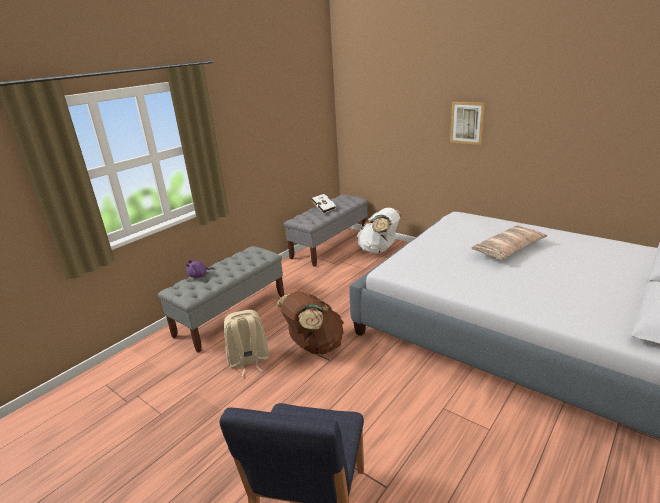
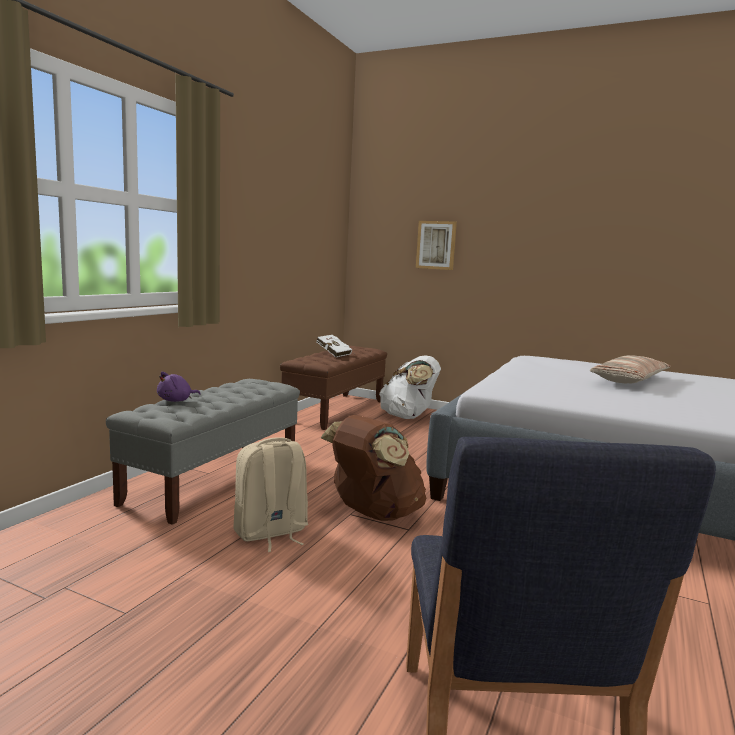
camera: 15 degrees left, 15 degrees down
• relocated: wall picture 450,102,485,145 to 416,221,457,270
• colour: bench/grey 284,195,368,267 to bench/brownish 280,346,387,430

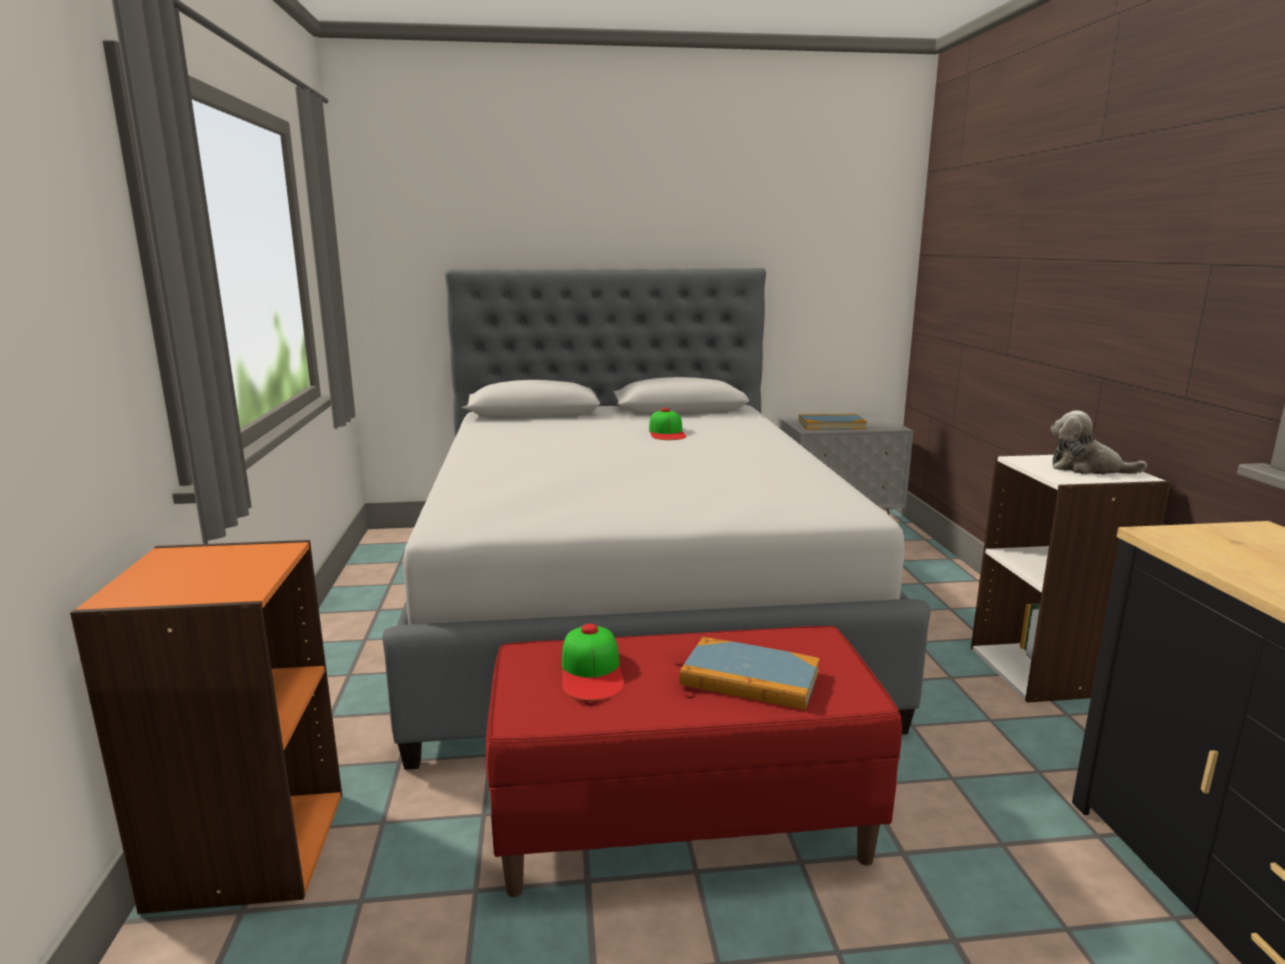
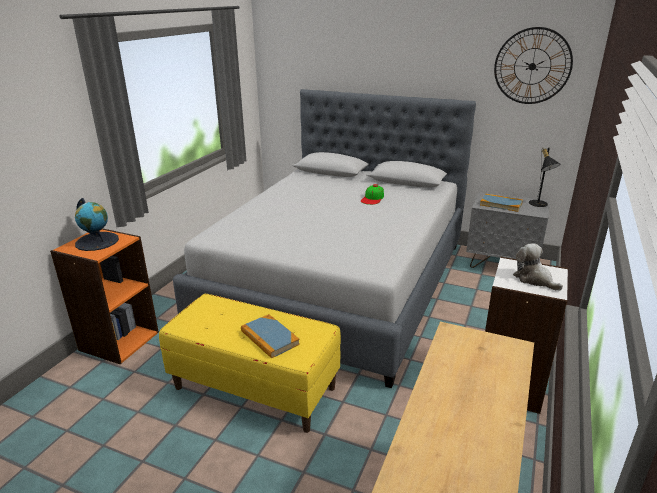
camera: 30 degrees right, 10 degrees up
• missing: cap 562,624,624,701
• appeared: desk globe 75,198,119,251
• appeared: clock on the wall 494,27,573,104
• appeared: lamp for a table/black 529,147,560,207
• colour: bench/reddish 486,626,902,897 to bench/yellow-coloured 159,294,341,433

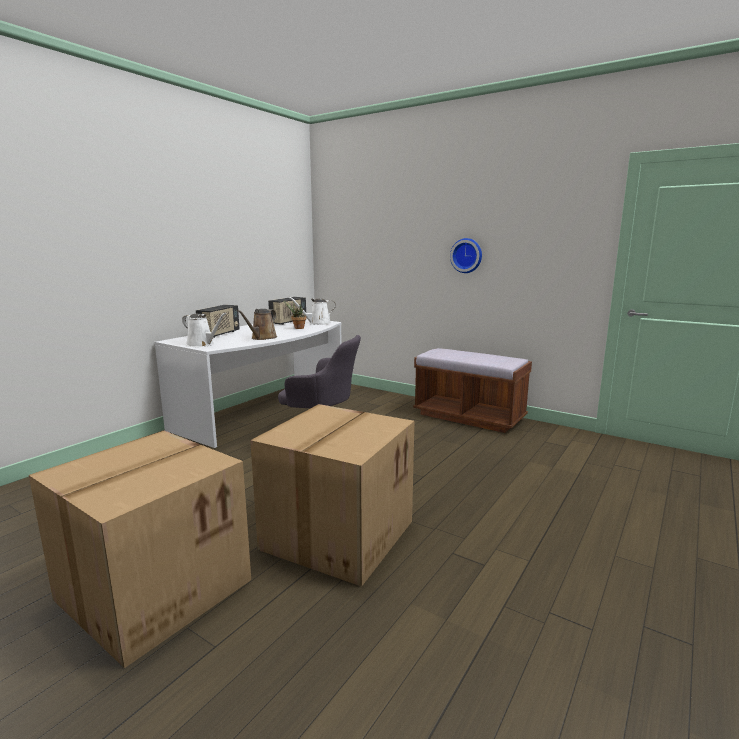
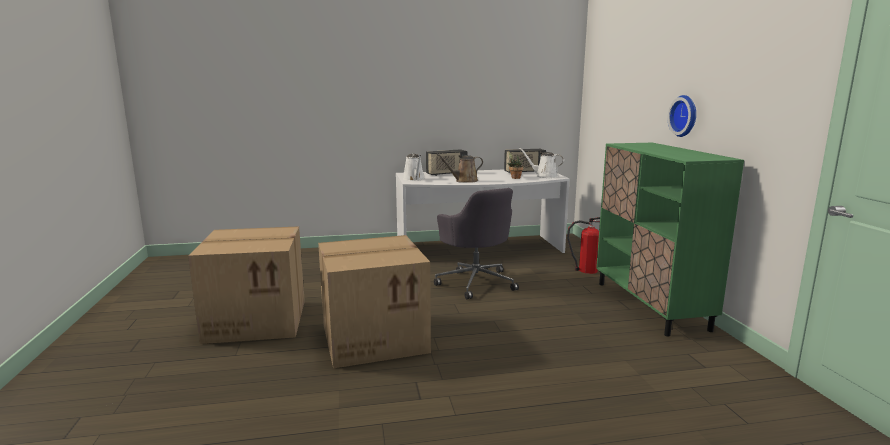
camera: 45 degrees right, 0 degrees up
• appeared: extinguisher 567,217,600,274
• exchanged: bench/brownish 413,348,532,433 to cupboard/green 596,143,744,336

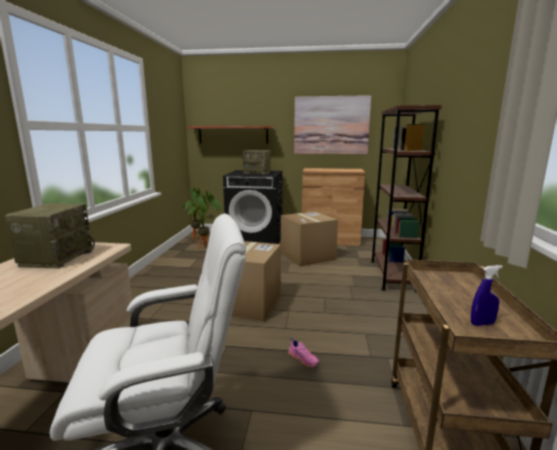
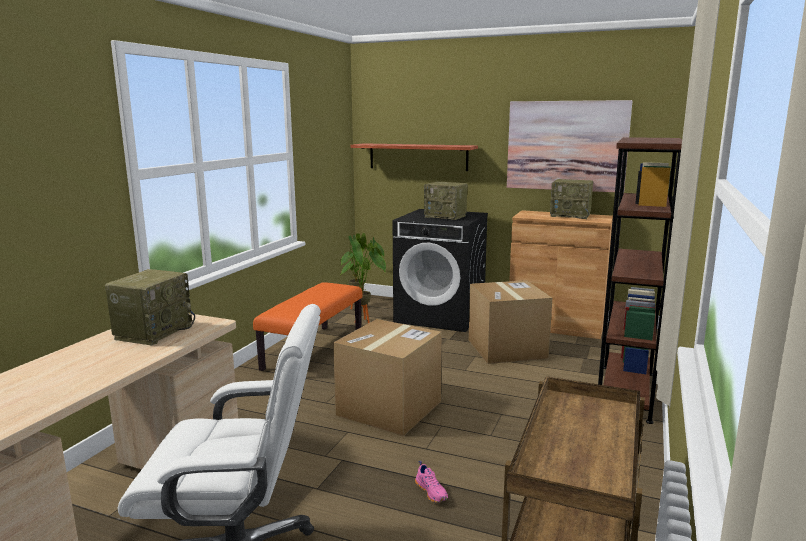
camera: 15 degrees right, 0 degrees up
• missing: sprayer/blue 471,265,503,326
• appeared: bench/orange 253,282,362,371
• appeared: radio set 550,179,593,219

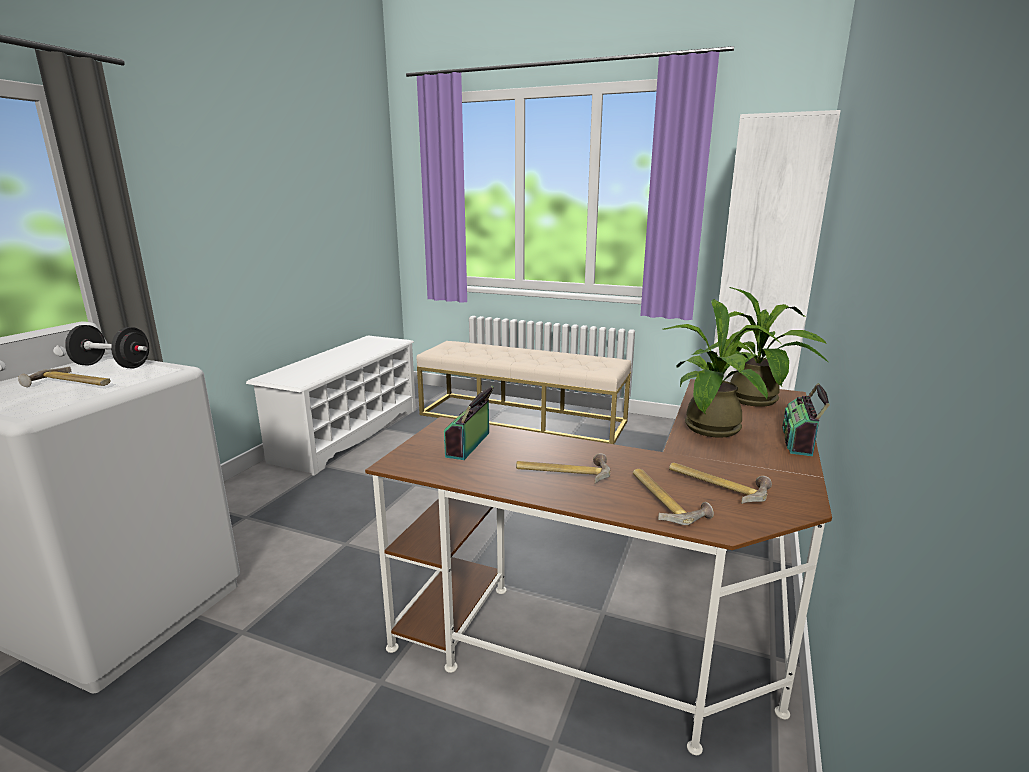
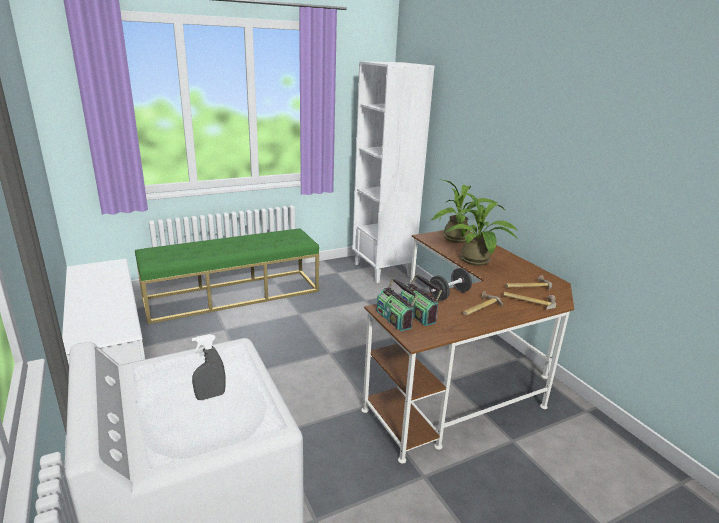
camera: 50 degrees left, 5 degrees up
• relocated: dumbbell/black 65,325,149,368 to 429,268,472,301
• relocated: radio set 782,383,830,456 to 377,278,418,332
• exchanged: hand hammer 18,366,110,387 to sprayer/grey 192,334,225,400
• colour: bench/beige 417,341,631,444 to bench/green 135,228,319,324

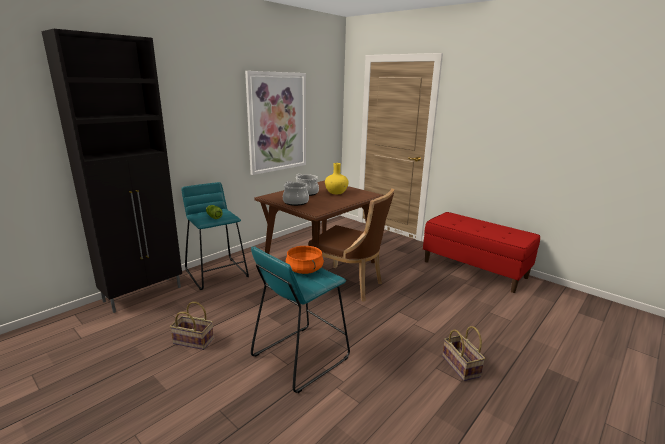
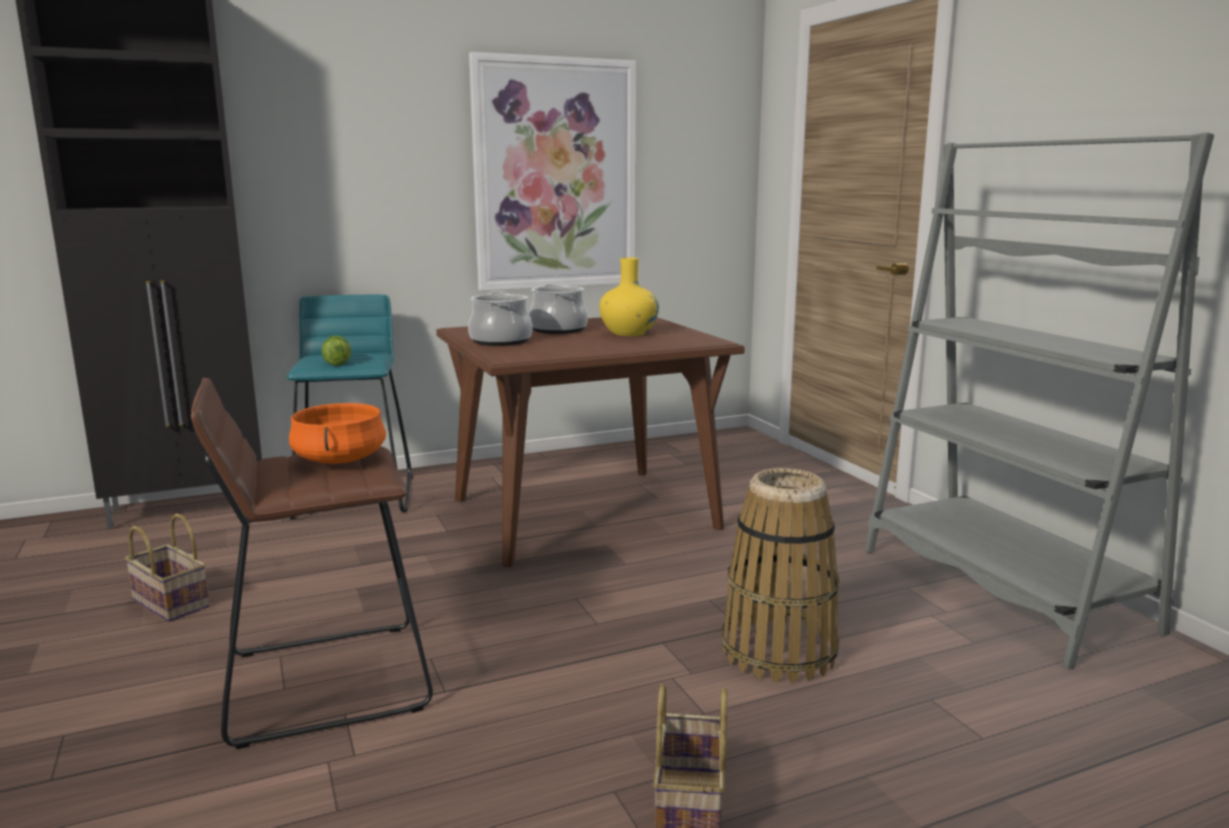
camera: 25 degrees right, 5 degrees down
• missing: upright chair/brownish 308,189,395,302
• appeared: basket 721,468,839,683
• exchanged: bench/reddish 423,212,540,293 to bookshelf/grey 865,133,1214,669
• colour: stool seat/turquoise 251,247,350,393 to stool seat/brownish 191,378,433,749

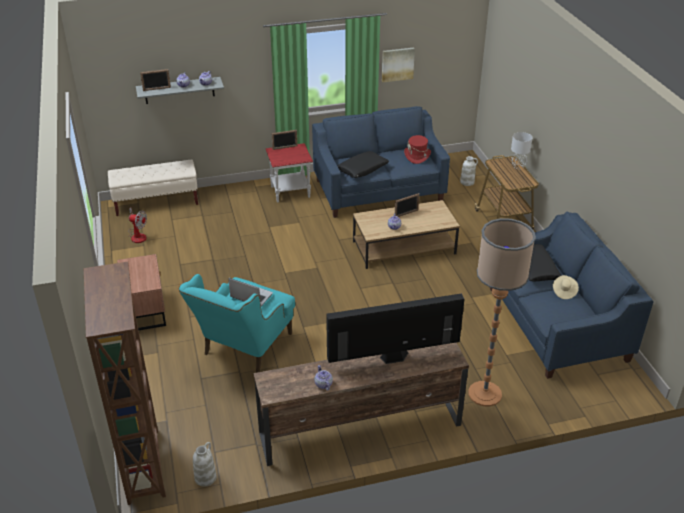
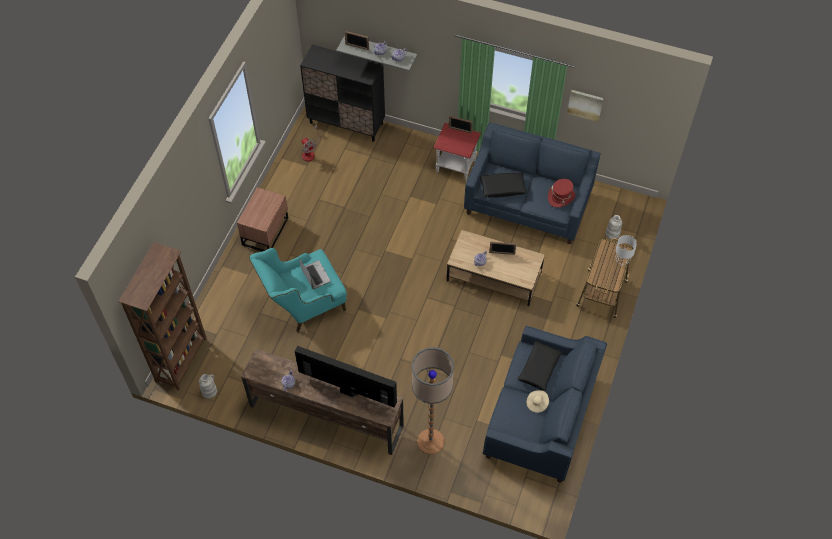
camera: 35 degrees right, 20 degrees up
• exchanged: bench/beige 108,160,198,216 to cupboard/black 300,45,385,142

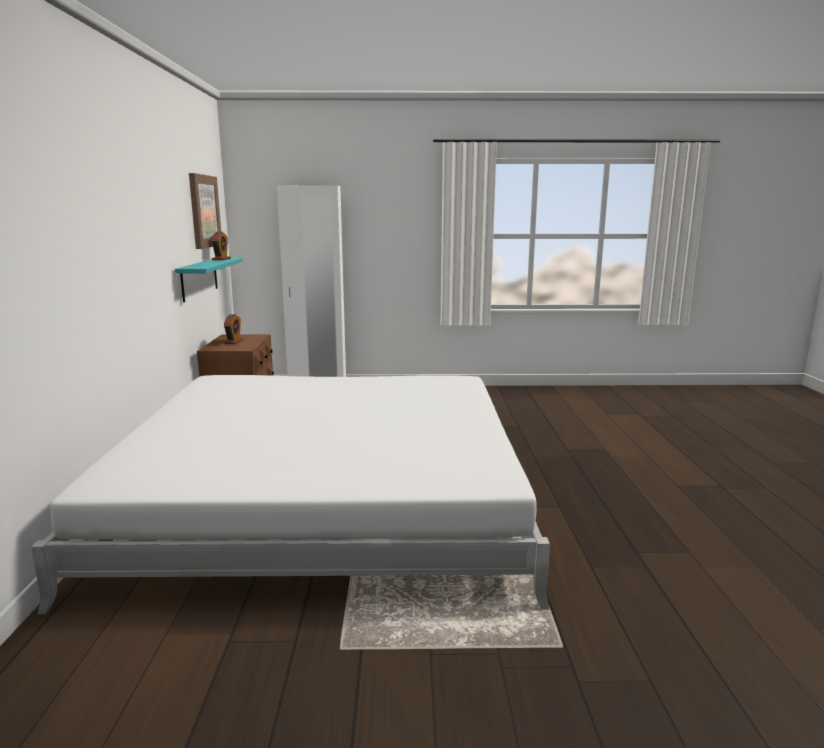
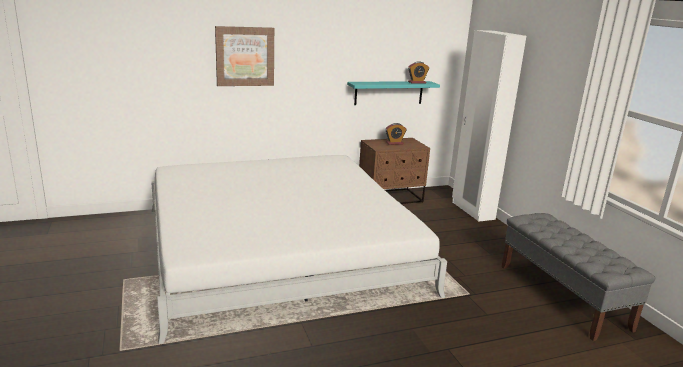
camera: 70 degrees right, 5 degrees up
• appeared: bench/grey 502,213,655,341
• relocated: wall picture 189,173,221,249 to 215,26,274,86

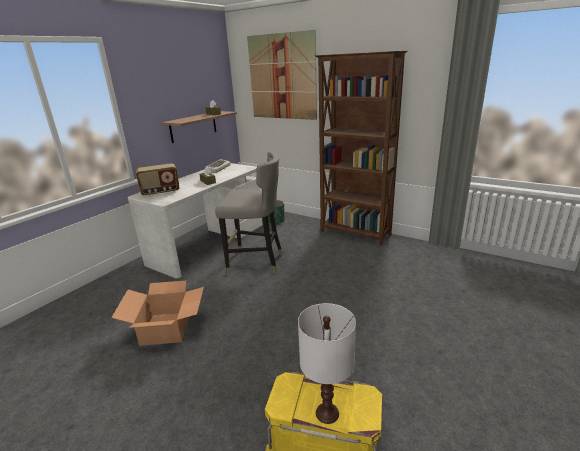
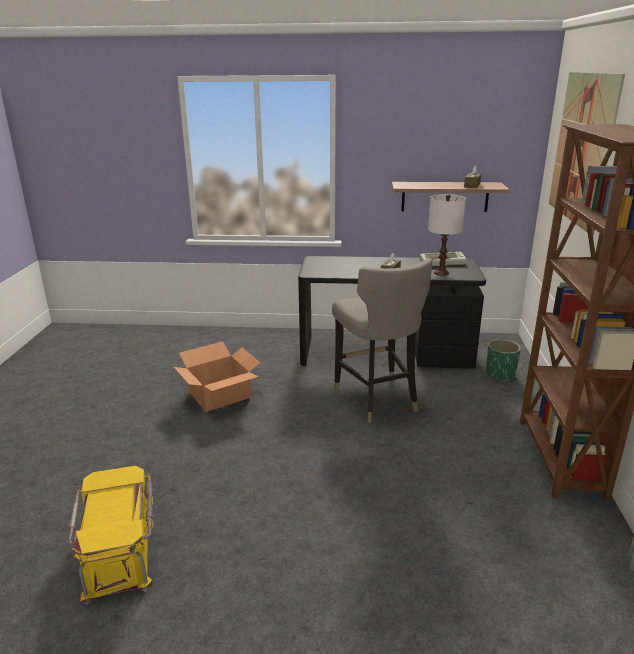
camera: 60 degrees right, 0 degrees up
• missing: radio set 136,163,180,196
• relocated: lamp for a table/white-coloured 298,303,356,424 to 428,194,466,276
• colour: desk table/white-coloured 128,163,263,278 to desk table/black 298,256,486,369

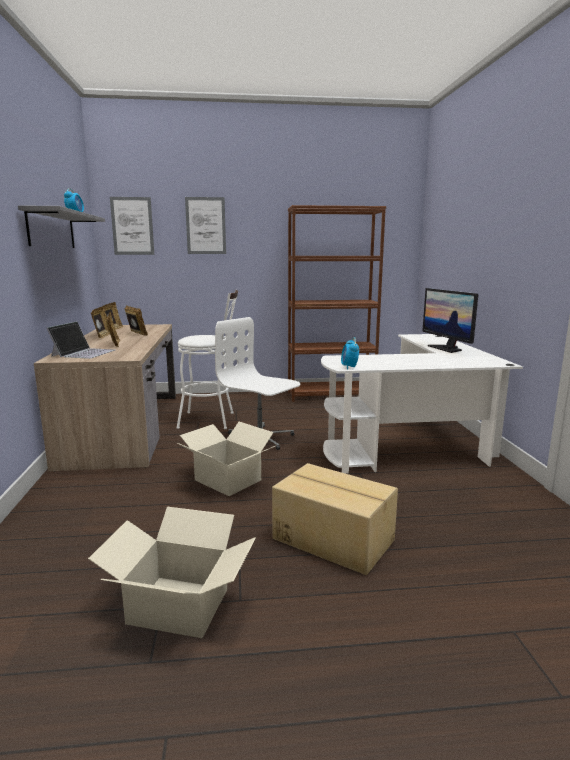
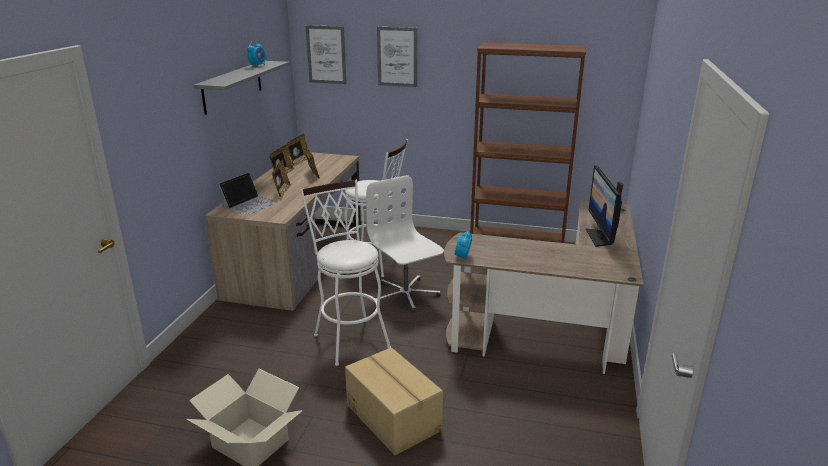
camera: 20 degrees right, 10 degrees up
• exchanged: cardboard box 177,422,275,496 to stool seat/white-coloured 300,180,391,366
• colour: desk table/white-coloured 321,334,523,474 to desk table/brownish 444,200,644,374

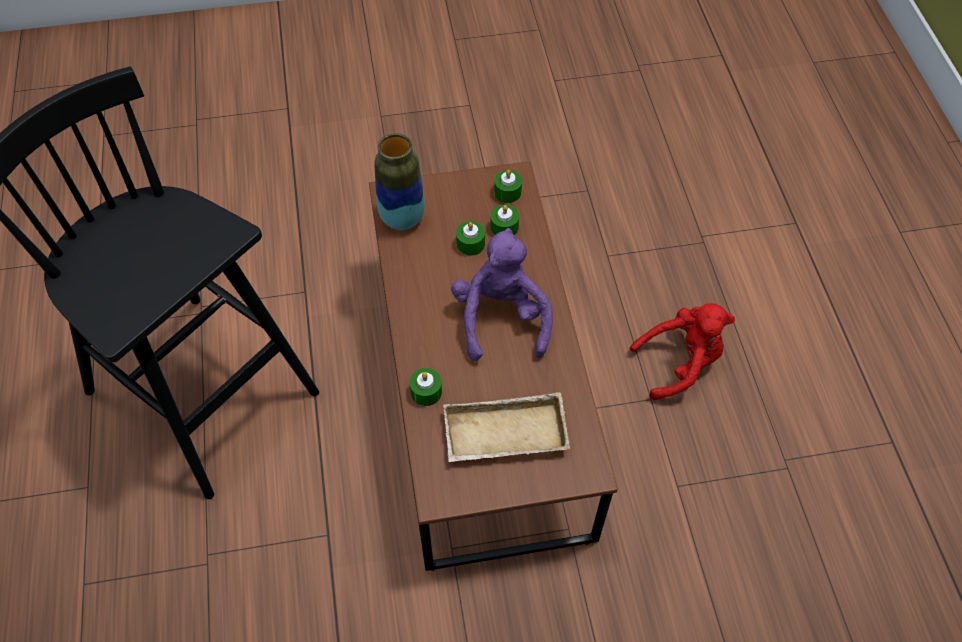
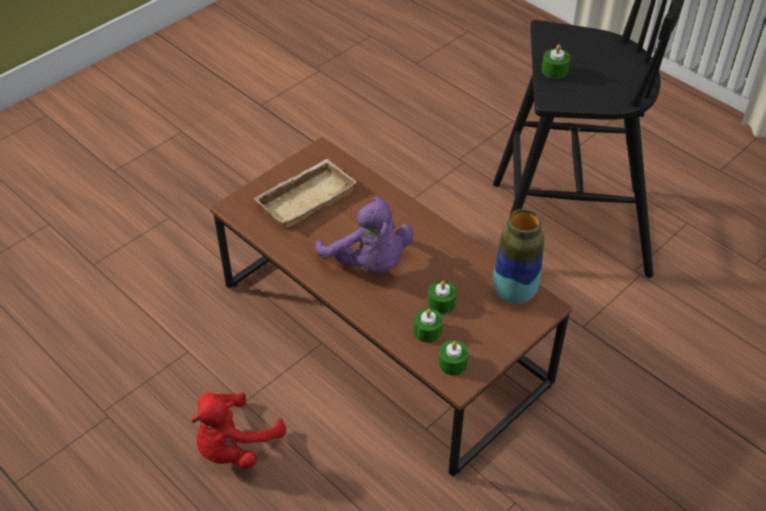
camera: 145 degrees right, 10 degrees down
• relocated: wax light/green 409,368,442,406 to 542,44,570,79

